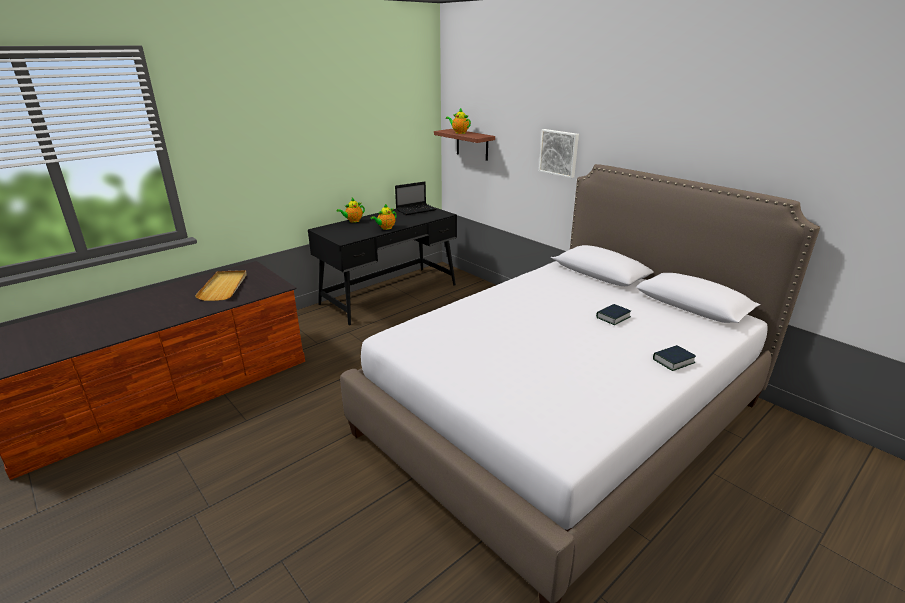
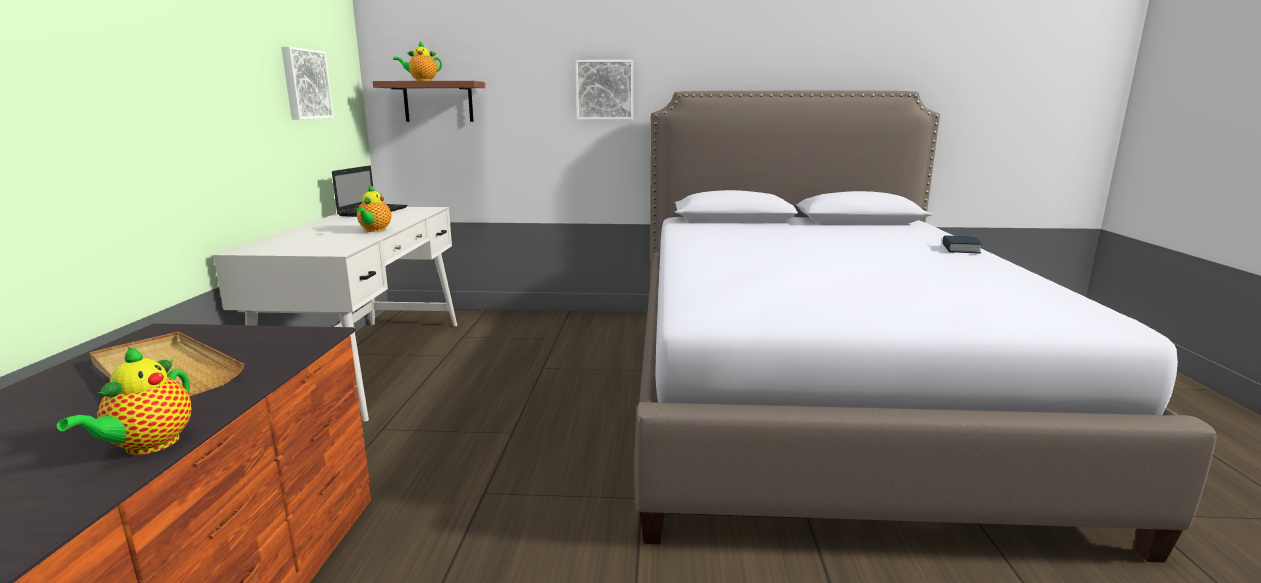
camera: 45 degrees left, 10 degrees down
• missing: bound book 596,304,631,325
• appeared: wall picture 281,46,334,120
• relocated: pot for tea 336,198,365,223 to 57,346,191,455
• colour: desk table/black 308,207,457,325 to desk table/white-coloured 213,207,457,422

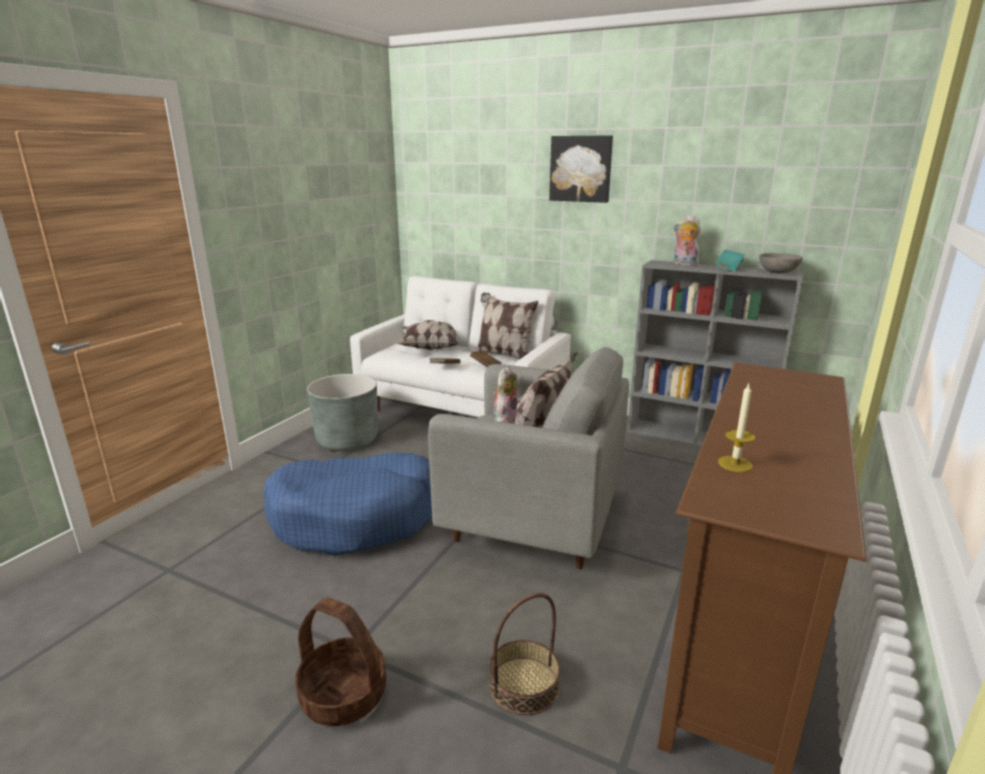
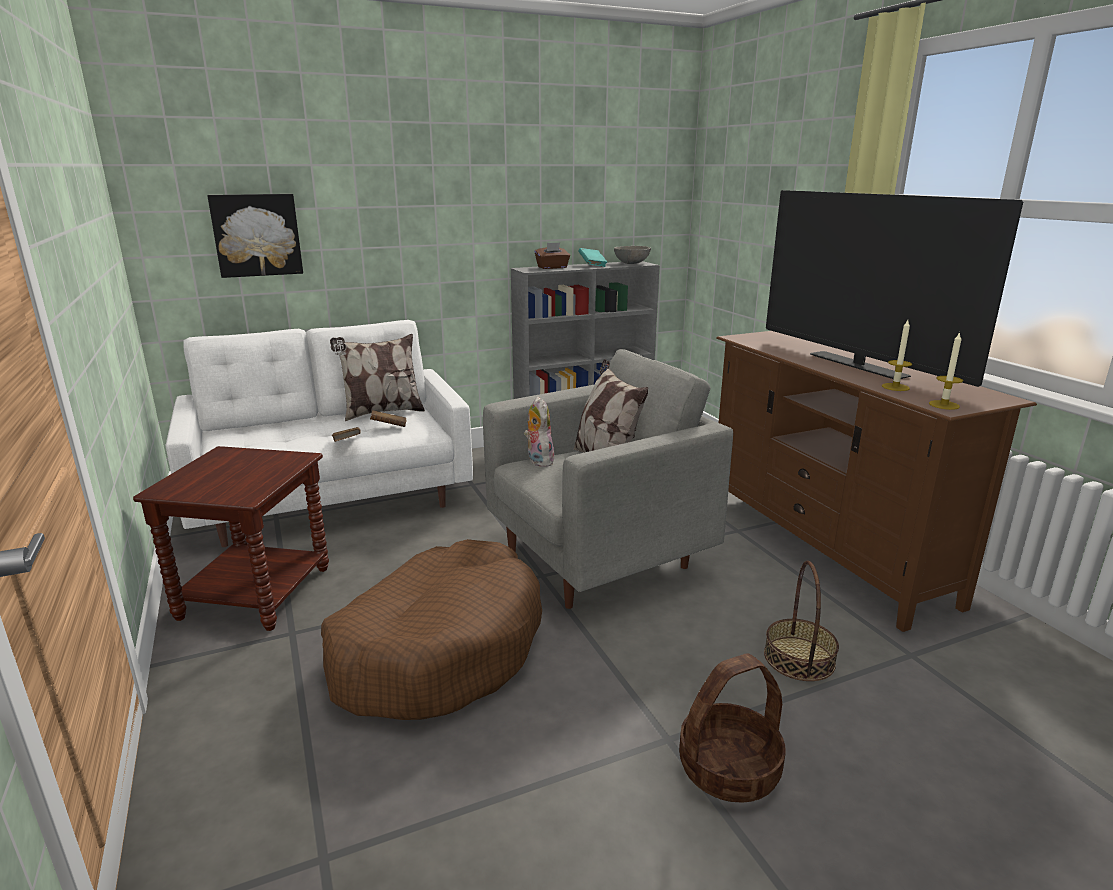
camera: 50 degrees left, 0 degrees up
• missing: cushion 397,320,459,351
• appeared: TV 766,190,1023,387
• appeared: wax light 929,332,963,410
• relocated: wall picture 549,135,613,203 to 208,194,303,278
• exchanged: flower pot/grey 307,374,378,451 to accent table/brownish 133,446,329,631
• exchanged: plush toy 673,215,701,266 to tissue box/brownish 535,243,570,269
• colour: dog cushion/blue 264,452,432,556 to dog cushion/brownish 321,539,542,720

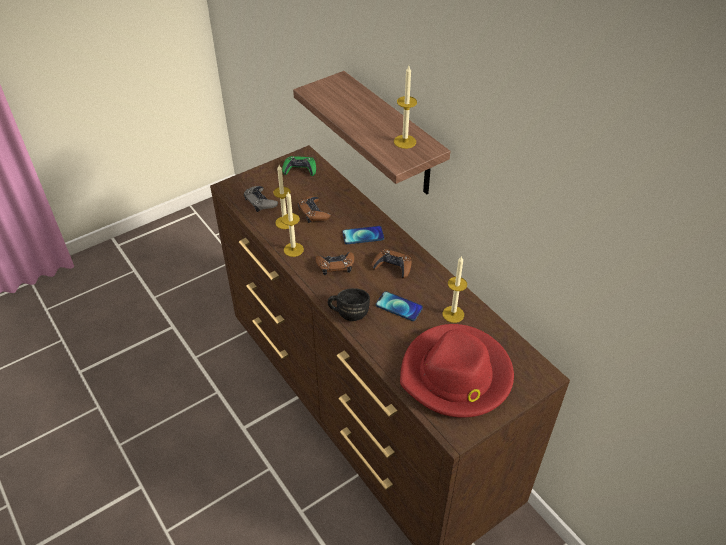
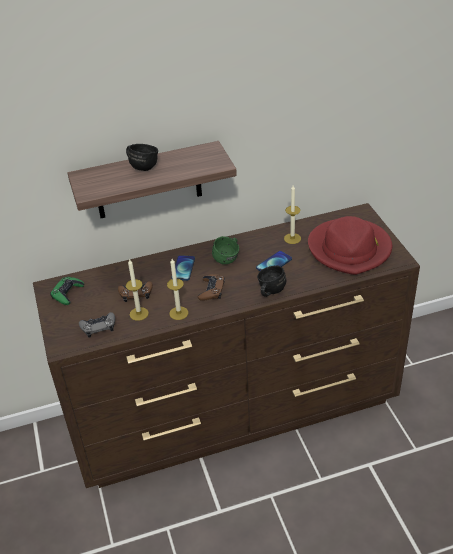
camera: 70 degrees left, 5 degrees down
• missing: wax light 394,66,417,149
• appeared: coffee mug/black 126,144,158,171
• exchanged: game controller/brownish 372,249,412,279 to coffee mug/green 212,236,239,264

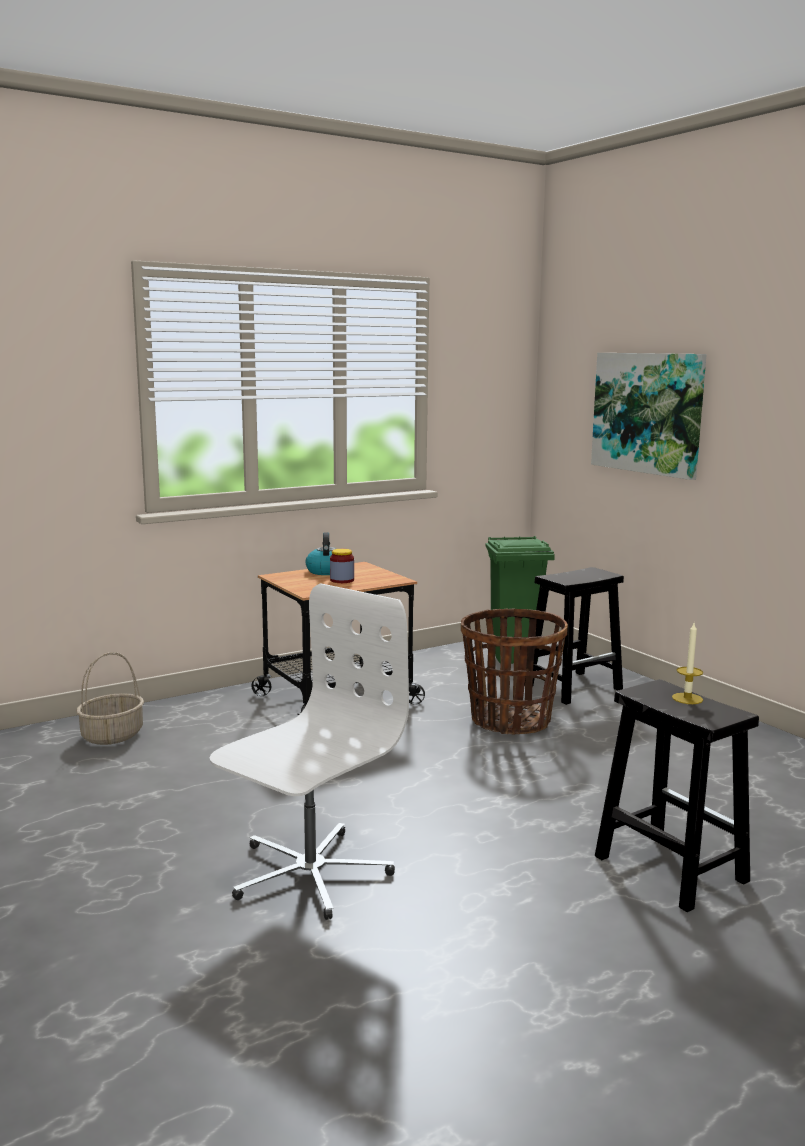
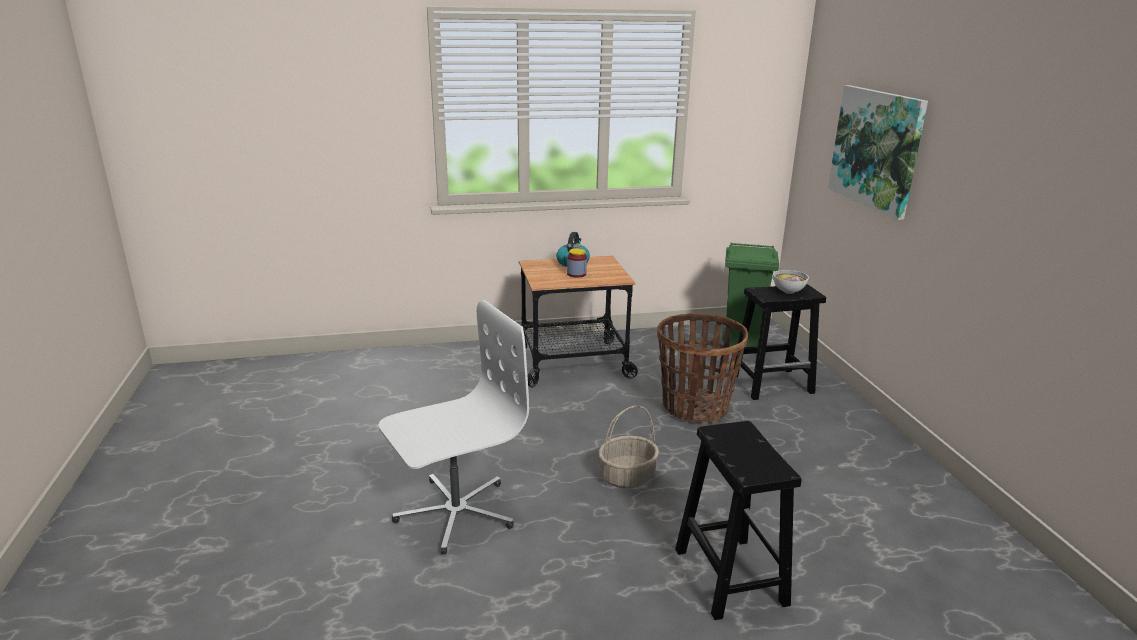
camera: 20 degrees right, 10 degrees up
• missing: wax light 672,623,703,704
• appeared: deep dish 773,270,809,294
• relocated: basket 76,652,144,745 to 598,405,659,488

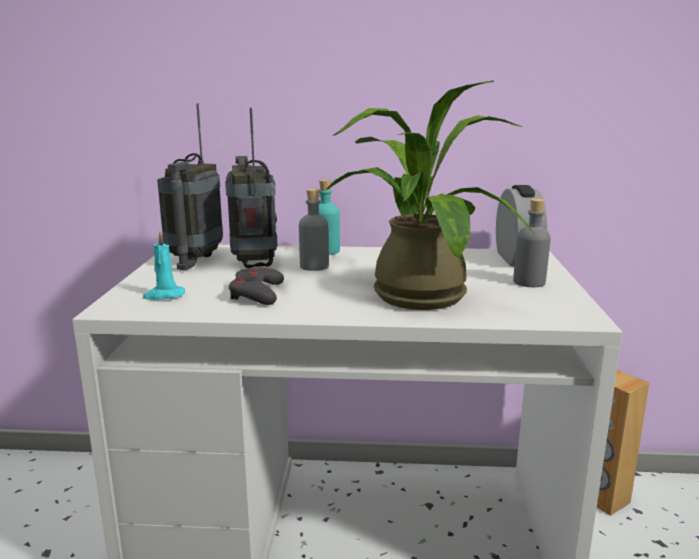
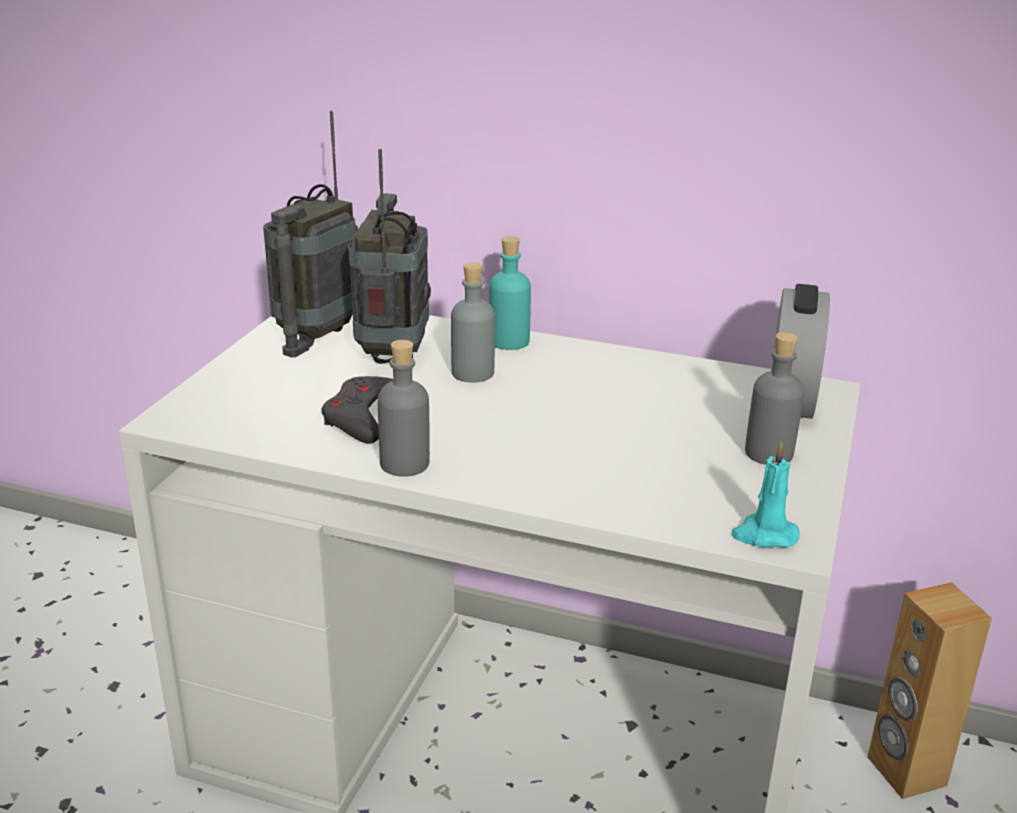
camera: 15 degrees right, 10 degrees up
• missing: plant in a pot 326,80,535,310
• appeared: beverage bottle/grey 378,340,430,477
• relocated: wax light/turquoise 143,231,185,300 to 731,441,800,547

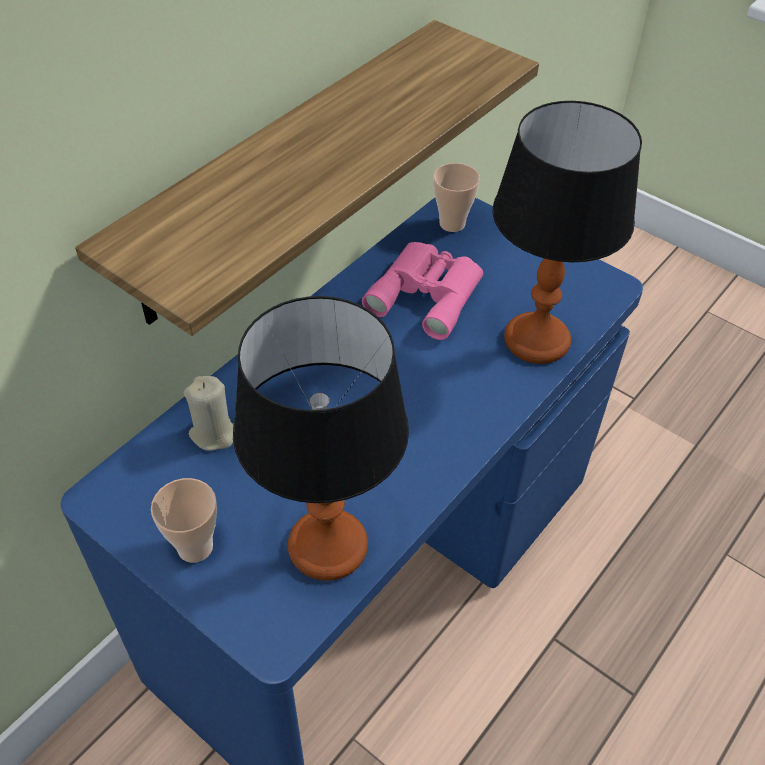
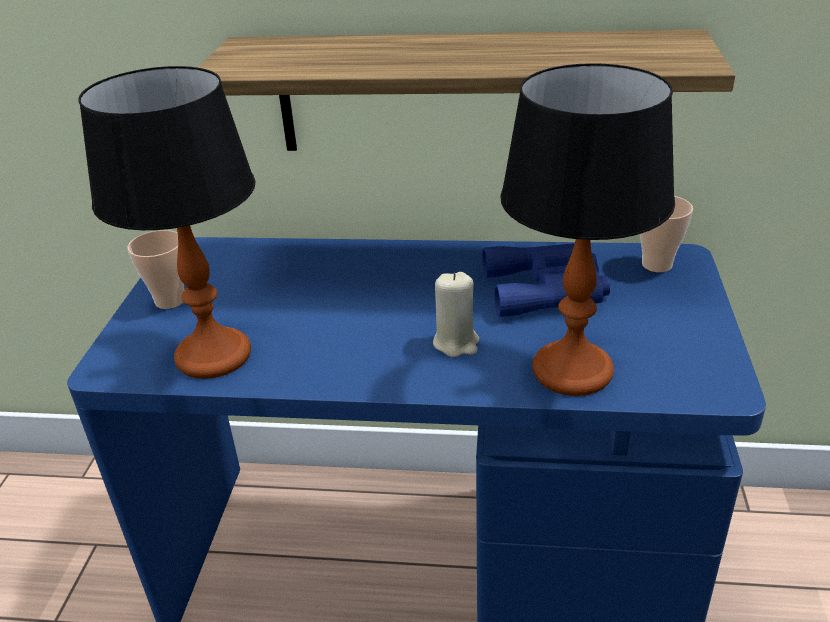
camera: 60 degrees right, 15 degrees down
• relocated: wax light/beige 184,376,234,451 to 433,272,479,357
• colour: pair of binoculars/pink 362,242,483,340 to pair of binoculars/blue 482,243,610,317

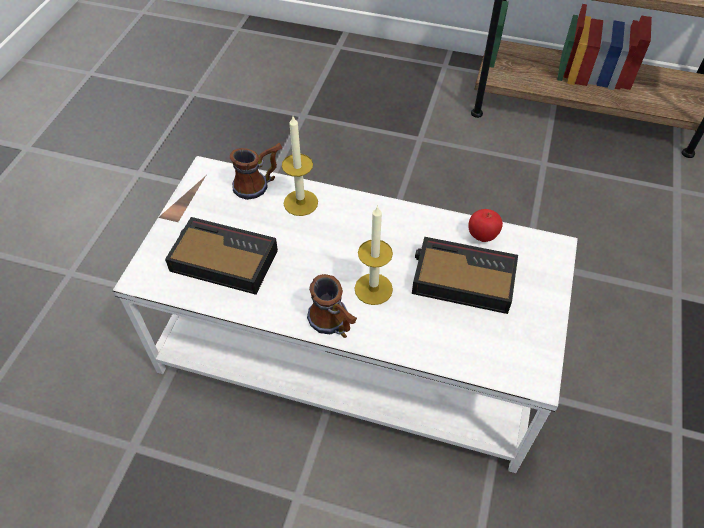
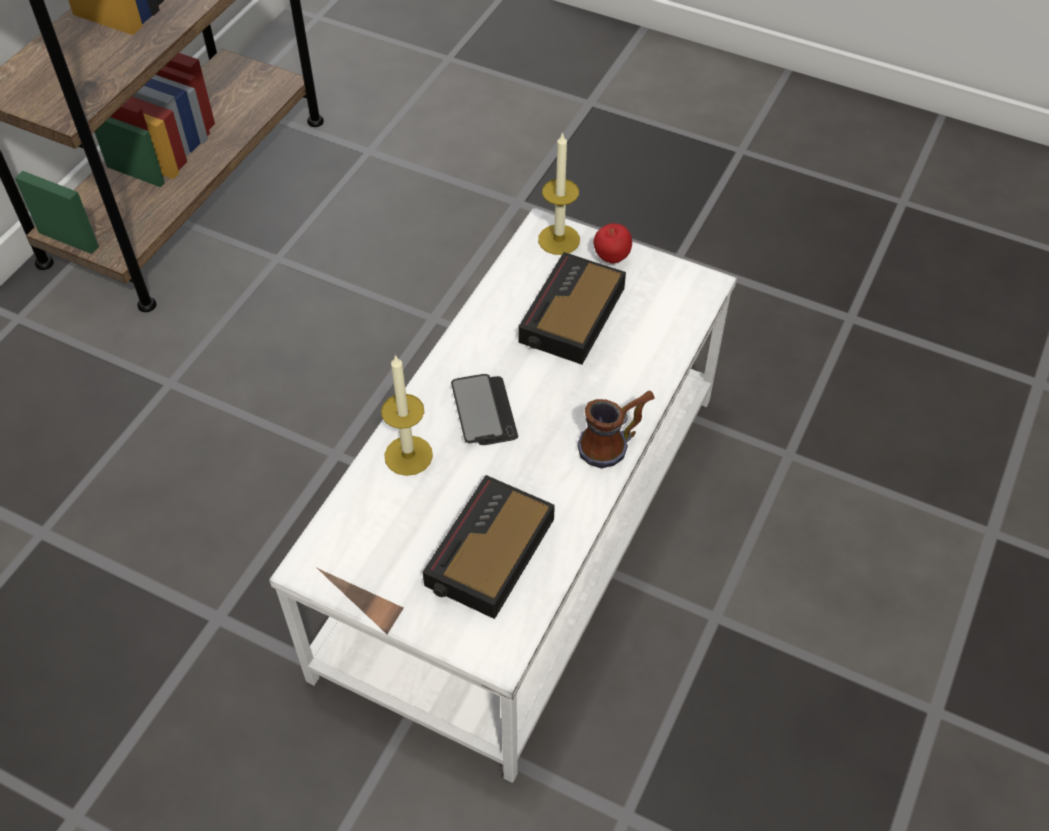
camera: 80 degrees left, 0 degrees up
• missing: coffee mug 230,143,282,200
• appeared: phone 451,374,518,445
• relocated: wax light 355,205,393,305 to 538,132,580,255
• relocated: apple fruit 468,209,503,242 to 594,223,632,264

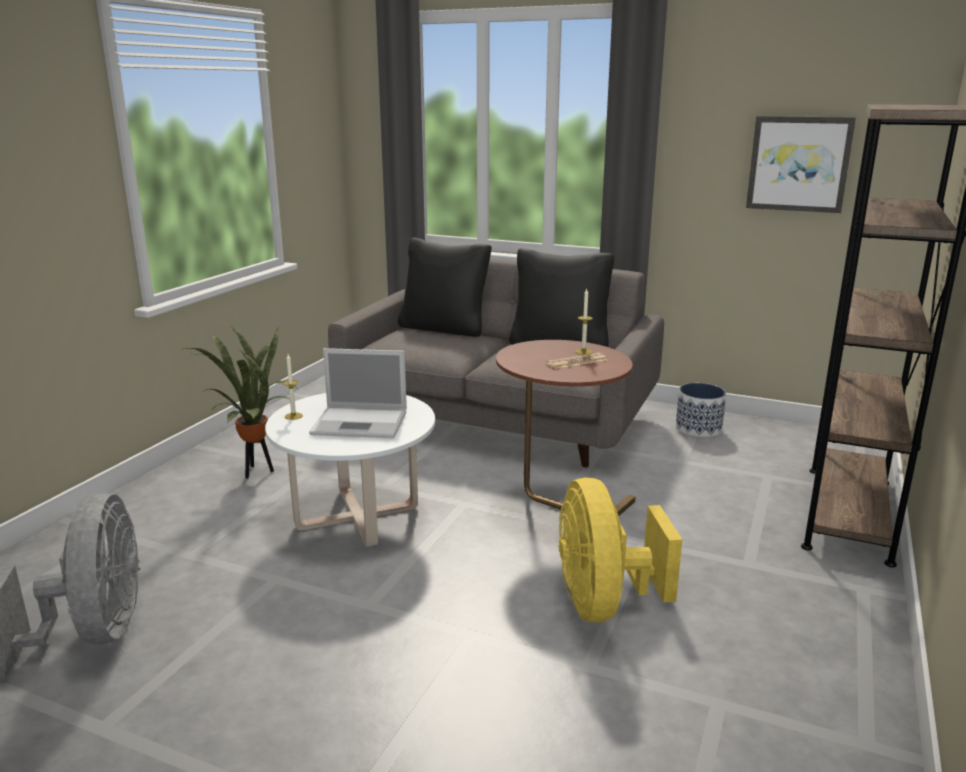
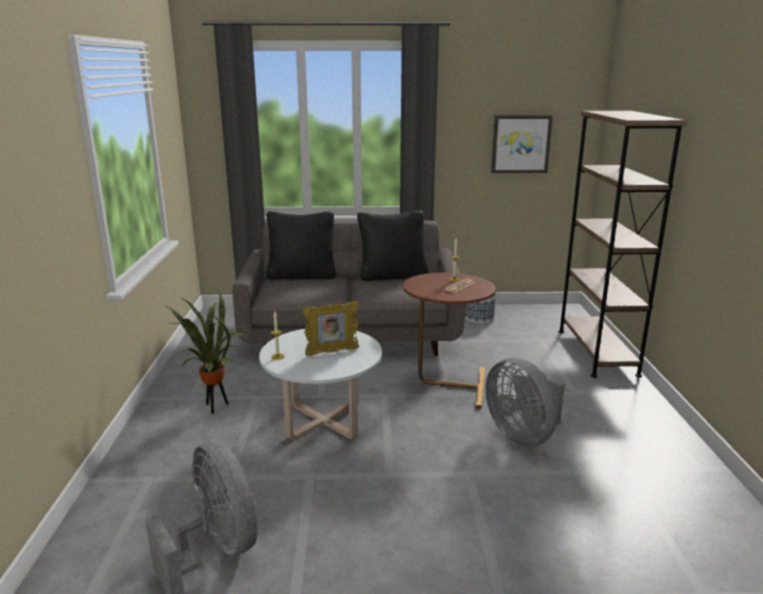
camera: 25 degrees left, 0 degrees up
• exchanged: notebook computer 309,348,407,438 to photo frame 303,301,359,356
• colour: cooling fan/yellow-coloured 558,477,683,623 to cooling fan/grey 485,358,565,447

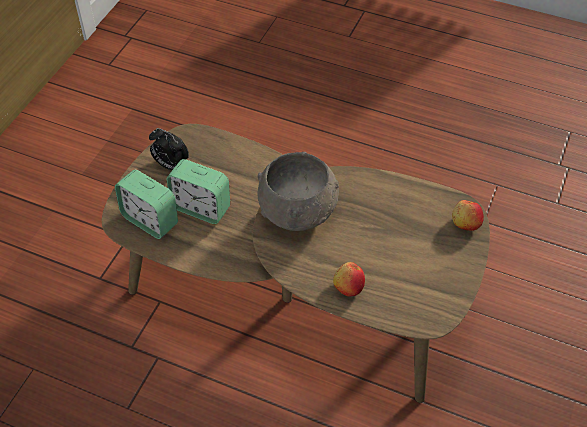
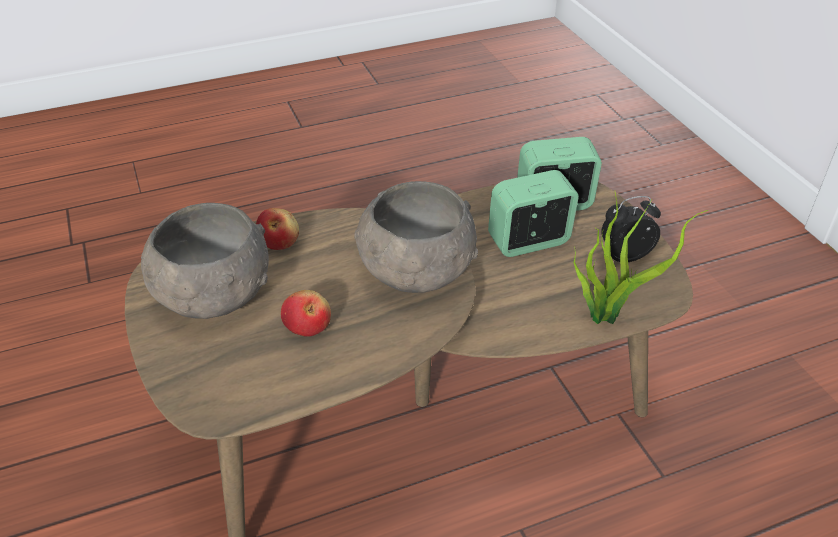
camera: 135 degrees right, 10 degrees down
• appeared: deep dish/grey 141,203,269,319
• appeared: plant in a pot 574,192,708,324
• relocated: apple fruit 452,200,484,231 to 281,290,331,337

